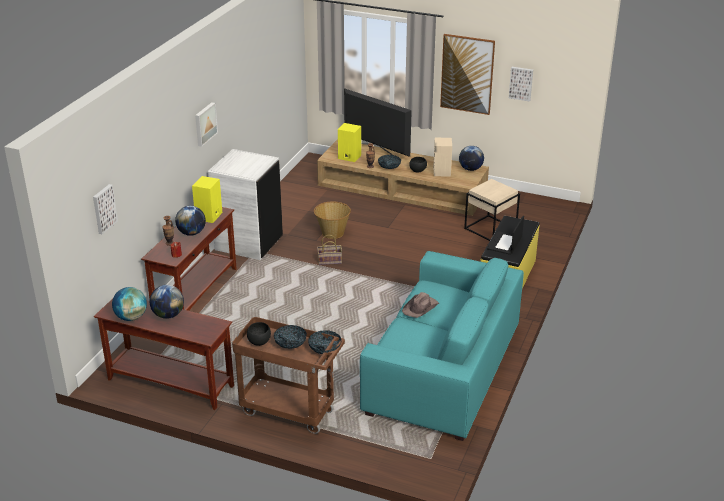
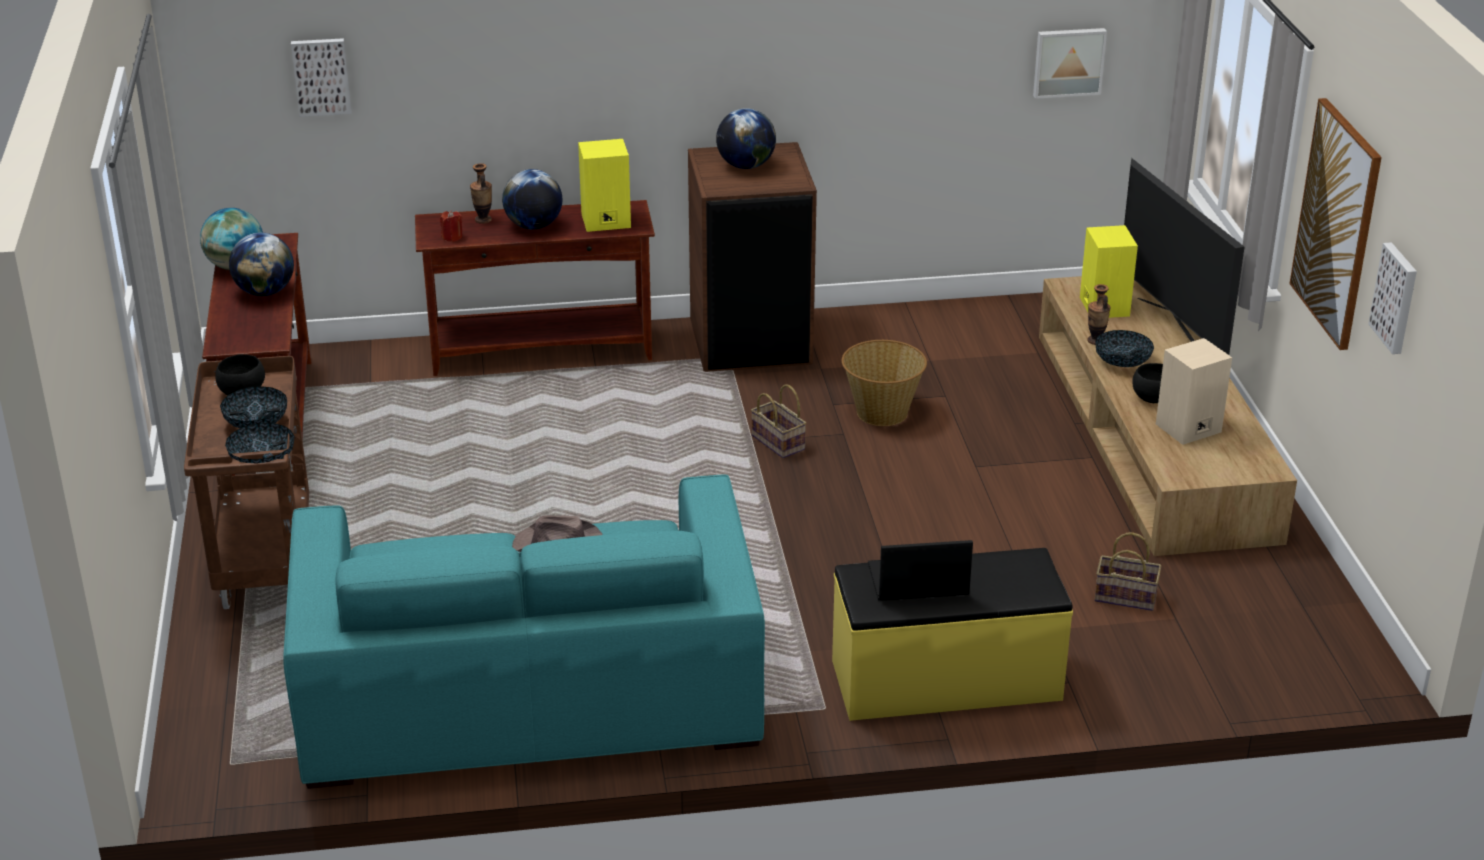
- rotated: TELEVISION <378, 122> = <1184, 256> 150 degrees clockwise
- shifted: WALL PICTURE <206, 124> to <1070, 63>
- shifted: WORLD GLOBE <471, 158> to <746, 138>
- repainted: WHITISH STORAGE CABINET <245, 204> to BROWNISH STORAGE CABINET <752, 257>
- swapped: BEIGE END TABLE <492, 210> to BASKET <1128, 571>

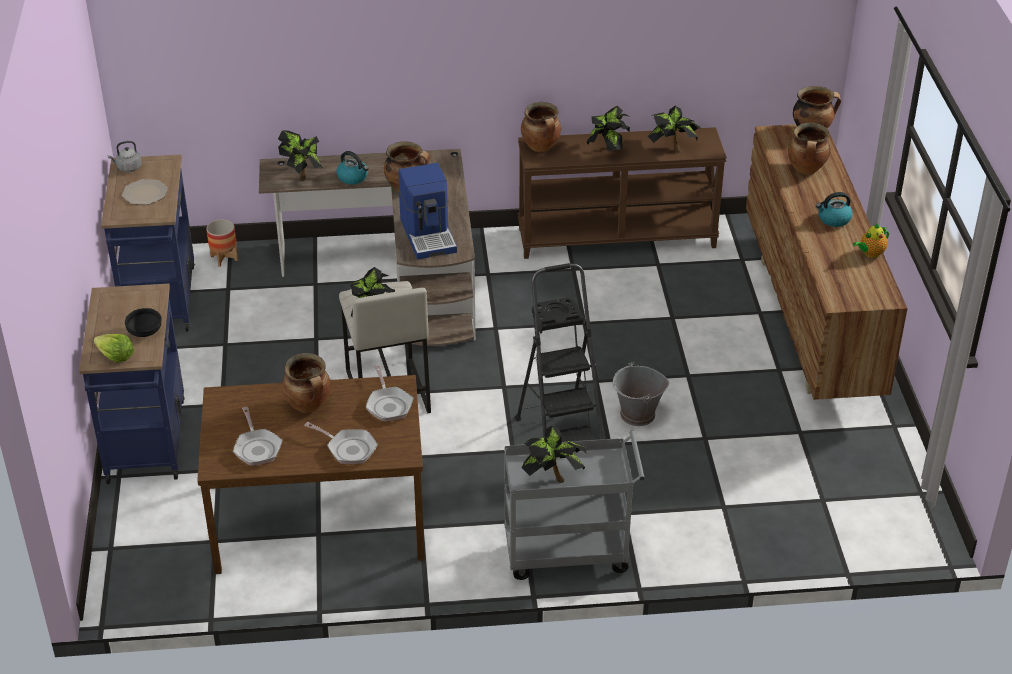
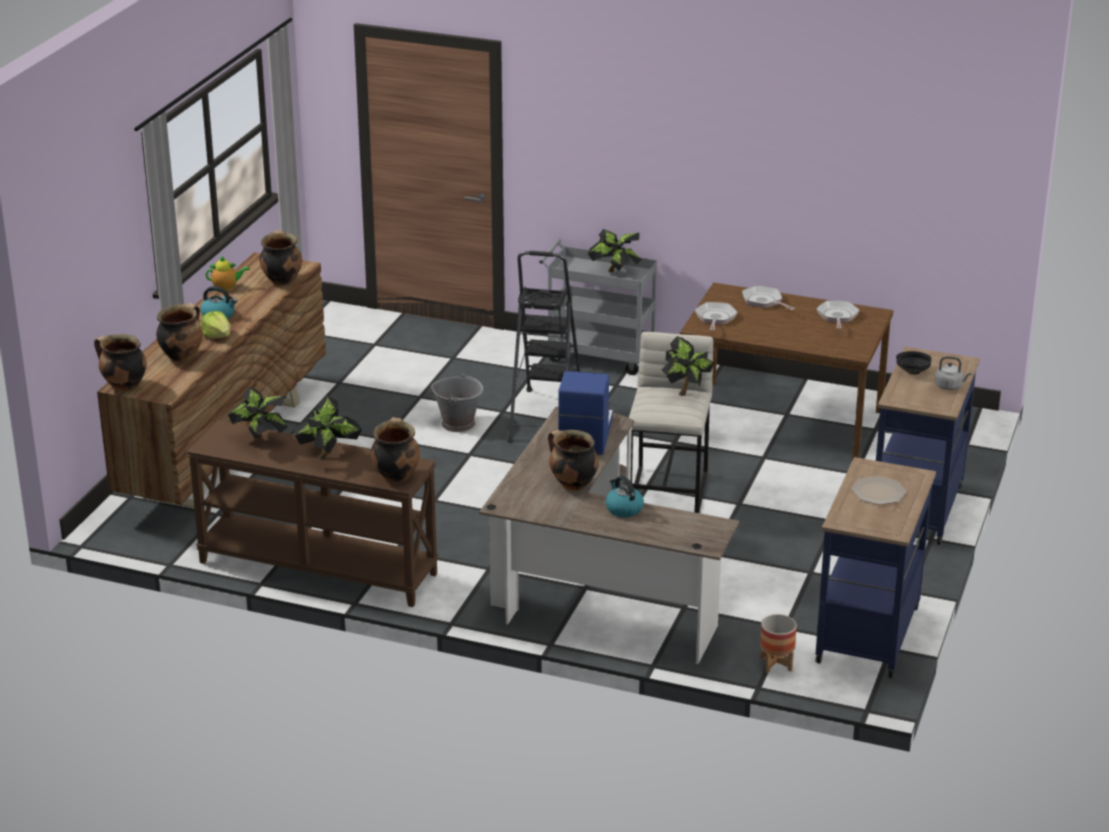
- gone: HOUSEPLANT <300, 155>
- shifted: GREYISH KETTLE <125, 156> to <953, 373>
- shifted: HEAD OF LETTUCE <113, 348> to <215, 324>
- shifted: STOCKPOT <306, 383> to <280, 258>

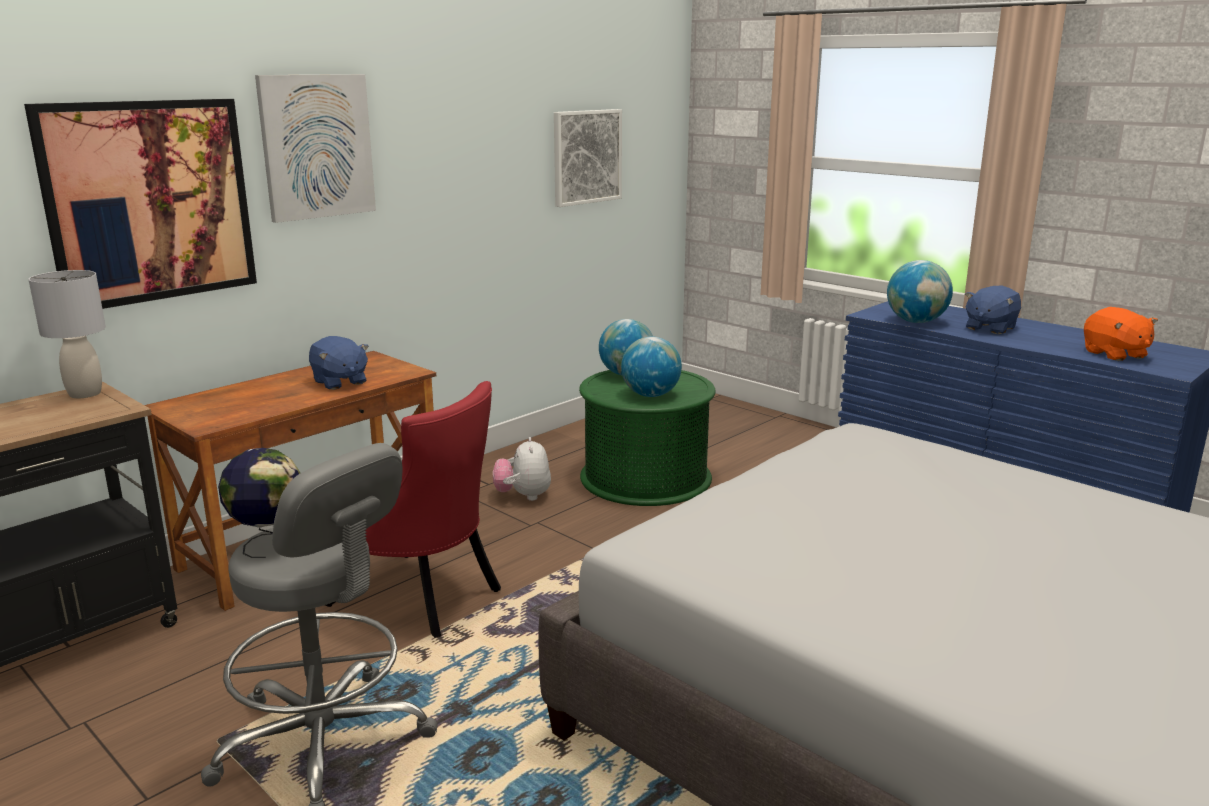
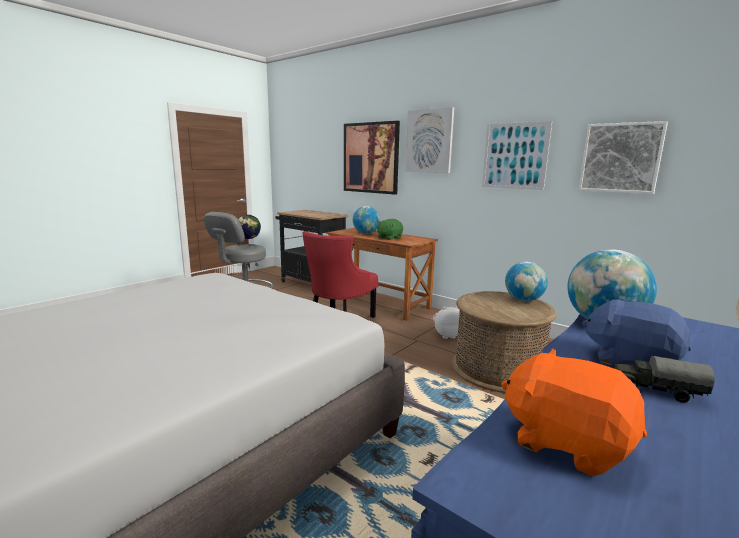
- gone: GREYISH TABLE LAMP <67, 334>
- rotated: ORANGEY PLUSH TOY <1121, 334> = <574, 412> 60 degrees clockwise
- repainted: BLUE-COLOURED PLUSH TOY <339, 363> to GREEN-COLOURED PLUSH TOY <390, 229>
- shifted: WORLD GLOBE <651, 366> to <366, 220>
- repainted: GREEN-COLOURED LOUNGE TABLE <647, 438> to BROWNISH LOUNGE TABLE <504, 342>
- new: WALL PICTURE <517, 155>
- new: TOY LORRY <664, 379>

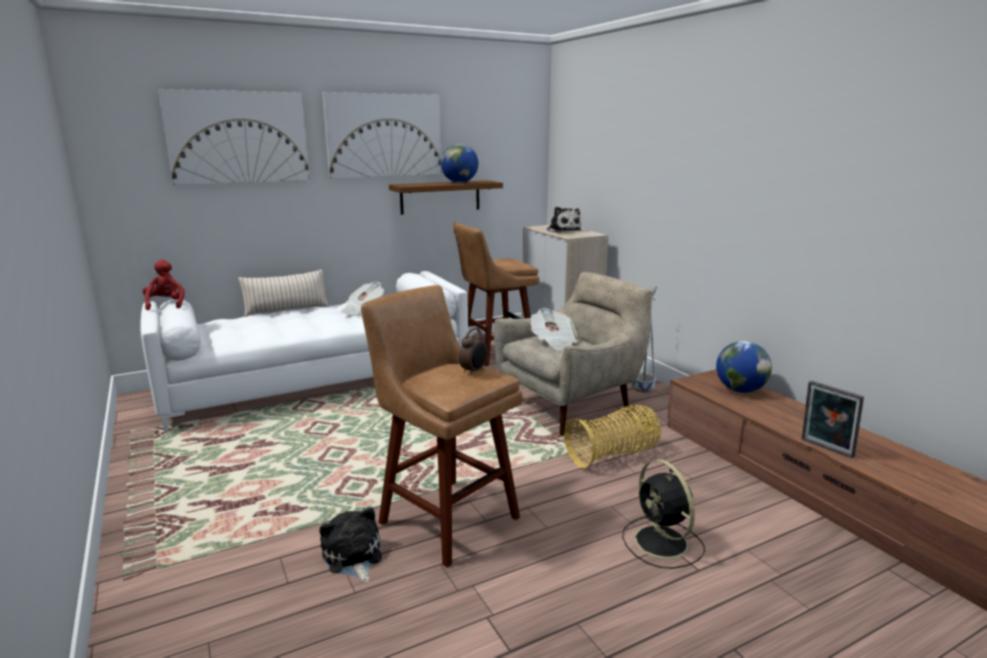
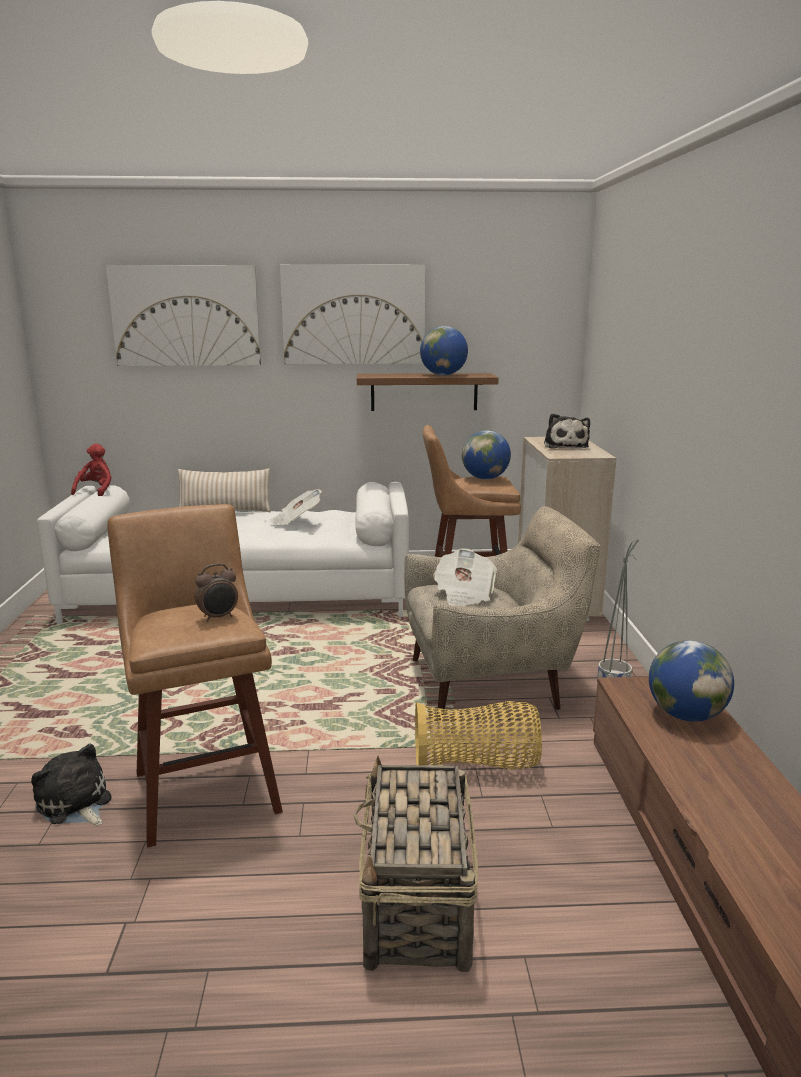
- gone: PHOTO FRAME <833, 419>
- swapped: BLACKISH FAN <663, 514> to BASKET <415, 864>
- rotated: PLUSH TOY <350, 545> = <71, 784> 45 degrees counterclockwise
- new: WORLD GLOBE <486, 454>

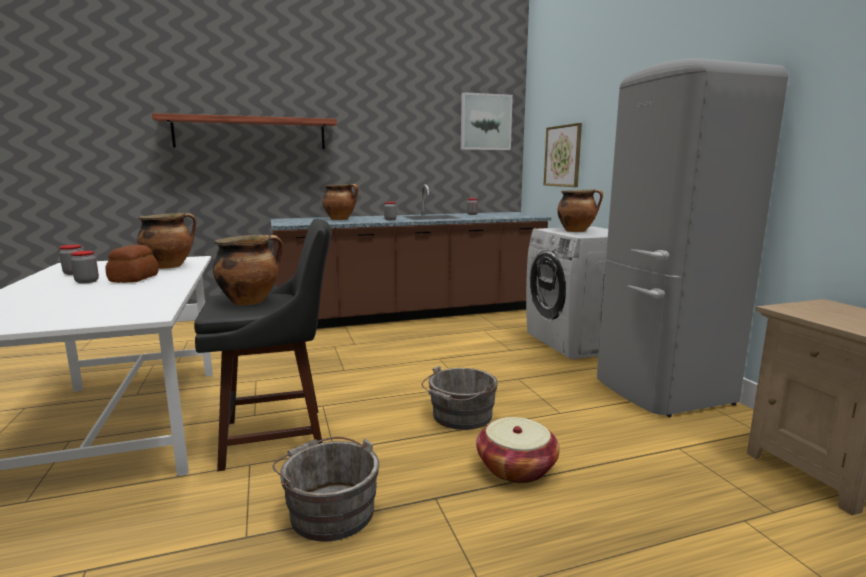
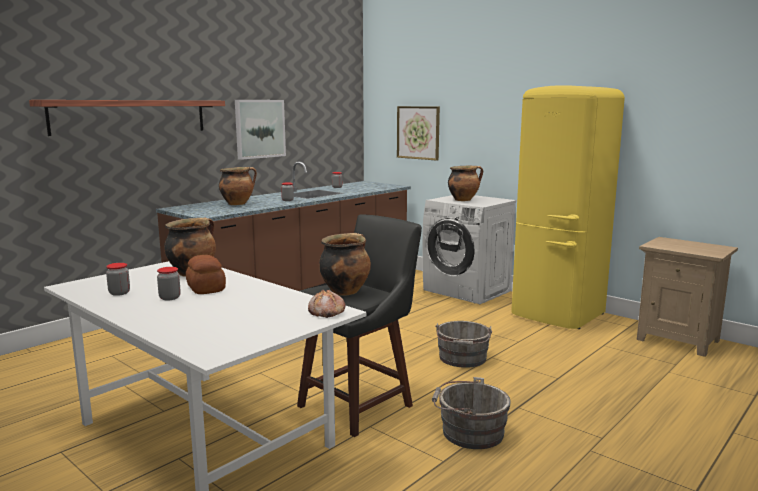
- repainted: GREYISH FRIDGE <692, 237> to YELLOW-COLOURED FRIDGE <568, 207>
- shifted: WALL PICTURE <487, 121> to <260, 130>
- gone: BASKET <518, 450>
- new: BREAD <326, 303>

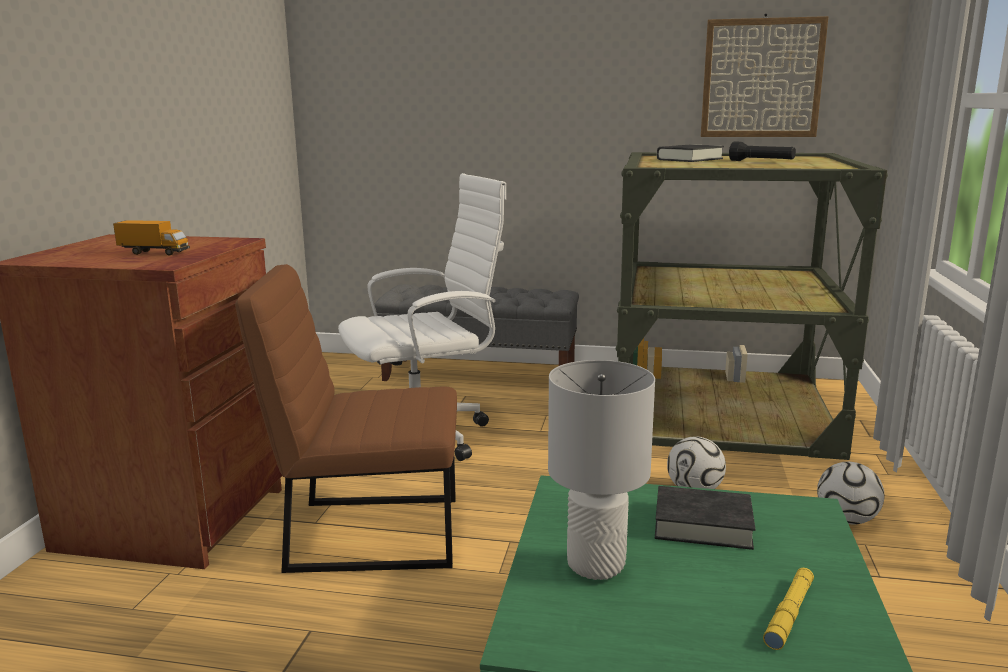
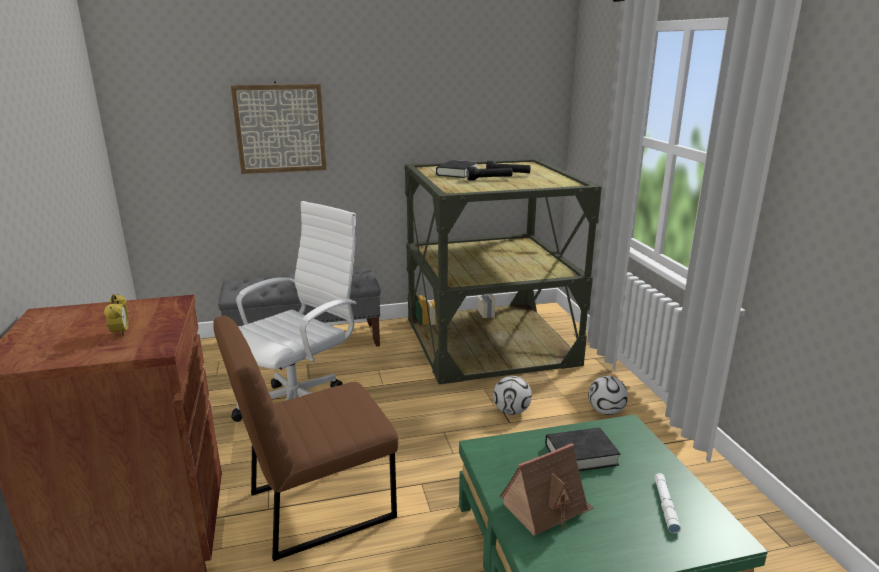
- shifted: WALL PICTURE <764, 75> to <279, 127>
- swapped: TOY LORRY <151, 238> to BEDSIDE CLOCK <116, 315>
- swapped: GREYISH TABLE LAMP <601, 470> to MODEL HOUSE <547, 489>
- repainted: YELLOW-COLOURED HAND TORCH <788, 609> to WHITISH HAND TORCH <667, 503>
- new: BLACKISH HAND TORCH <490, 173>

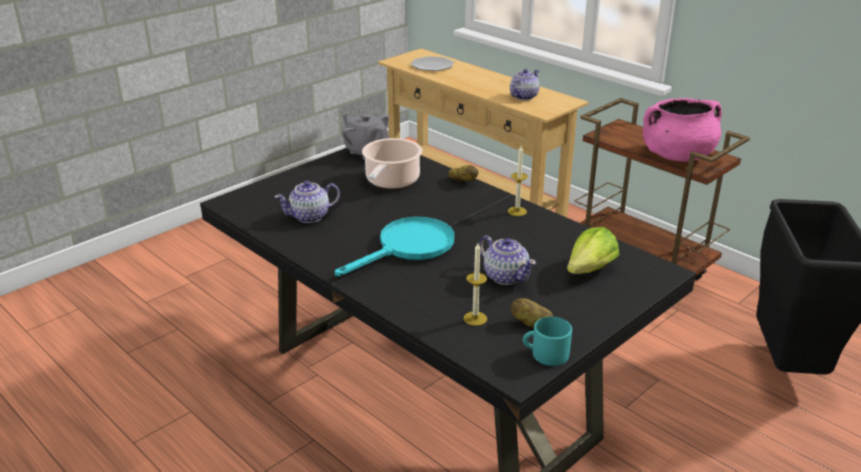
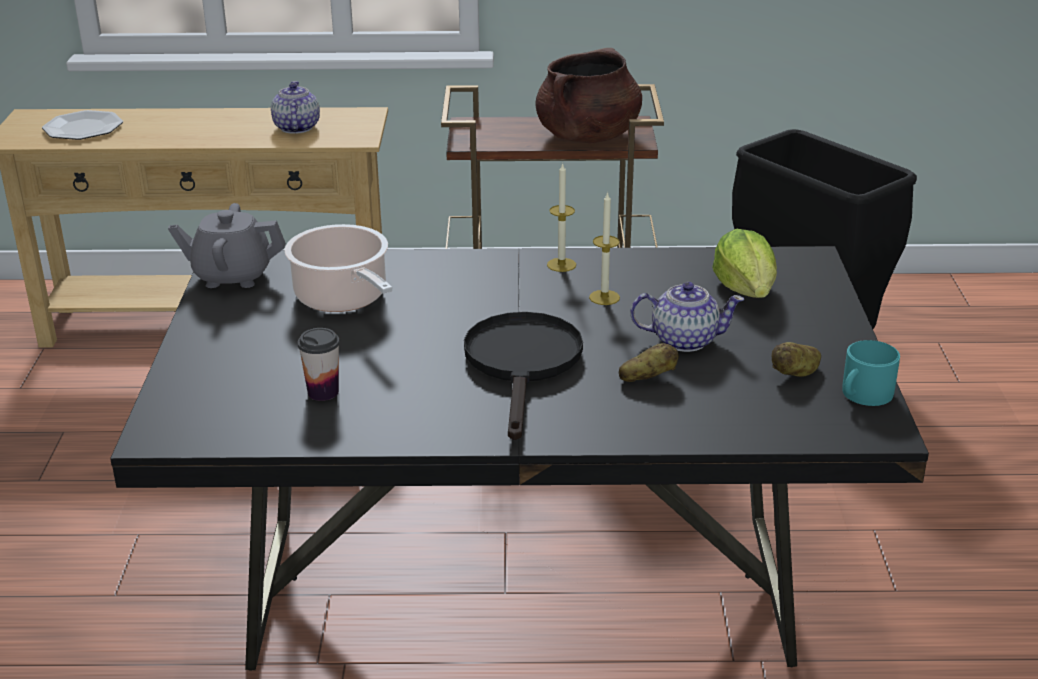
- repainted: PINK-COLOURED STOCKPOT <682, 130> to BROWNISH STOCKPOT <589, 95>
- shifted: WHOLE POTATO <463, 173> to <649, 362>
- swapped: TEA POT <307, 202> to CUP <319, 364>
- repainted: TURQUOISE-COLOURED PAN <394, 246> to BLACKISH PAN <523, 376>
- shifted: WAX CANDLE <475, 284> to <604, 248>

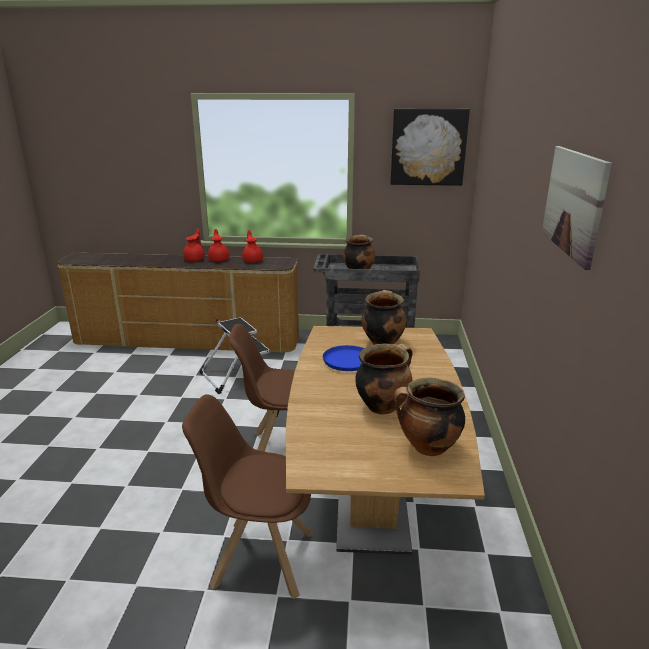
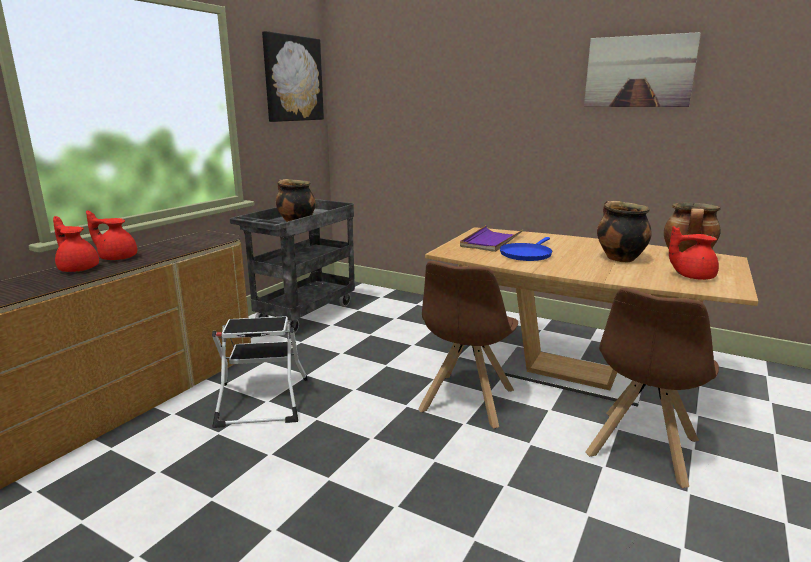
- shifted: RED TEA POT <252, 246> to <694, 253>
- swapped: STOCKPOT <384, 317> to PURPLE SERVING TRAY <492, 238>

